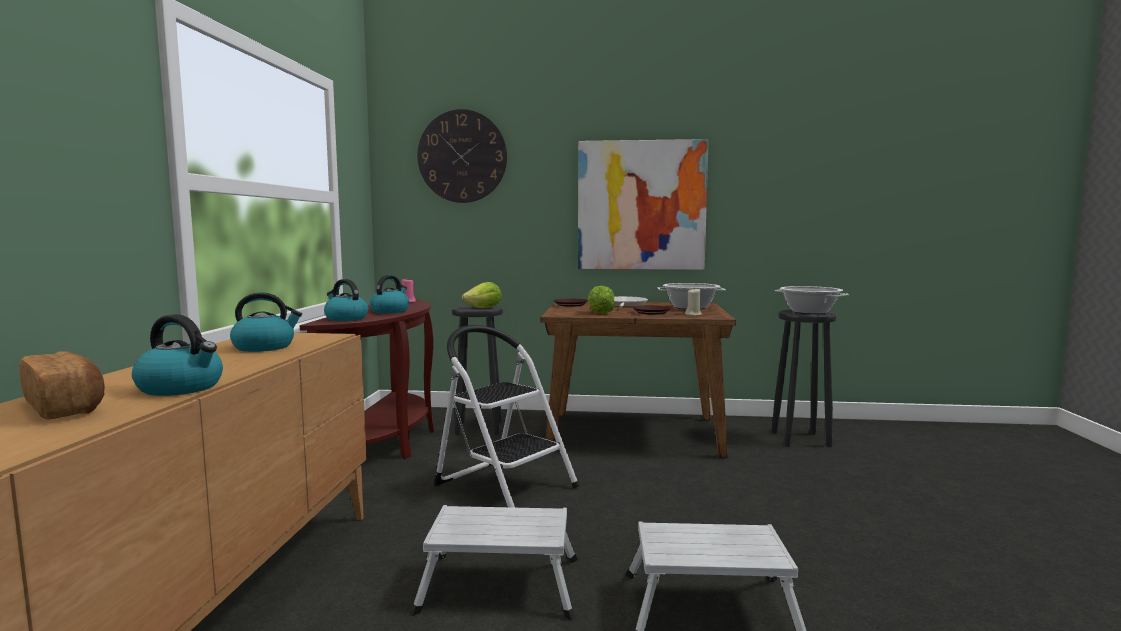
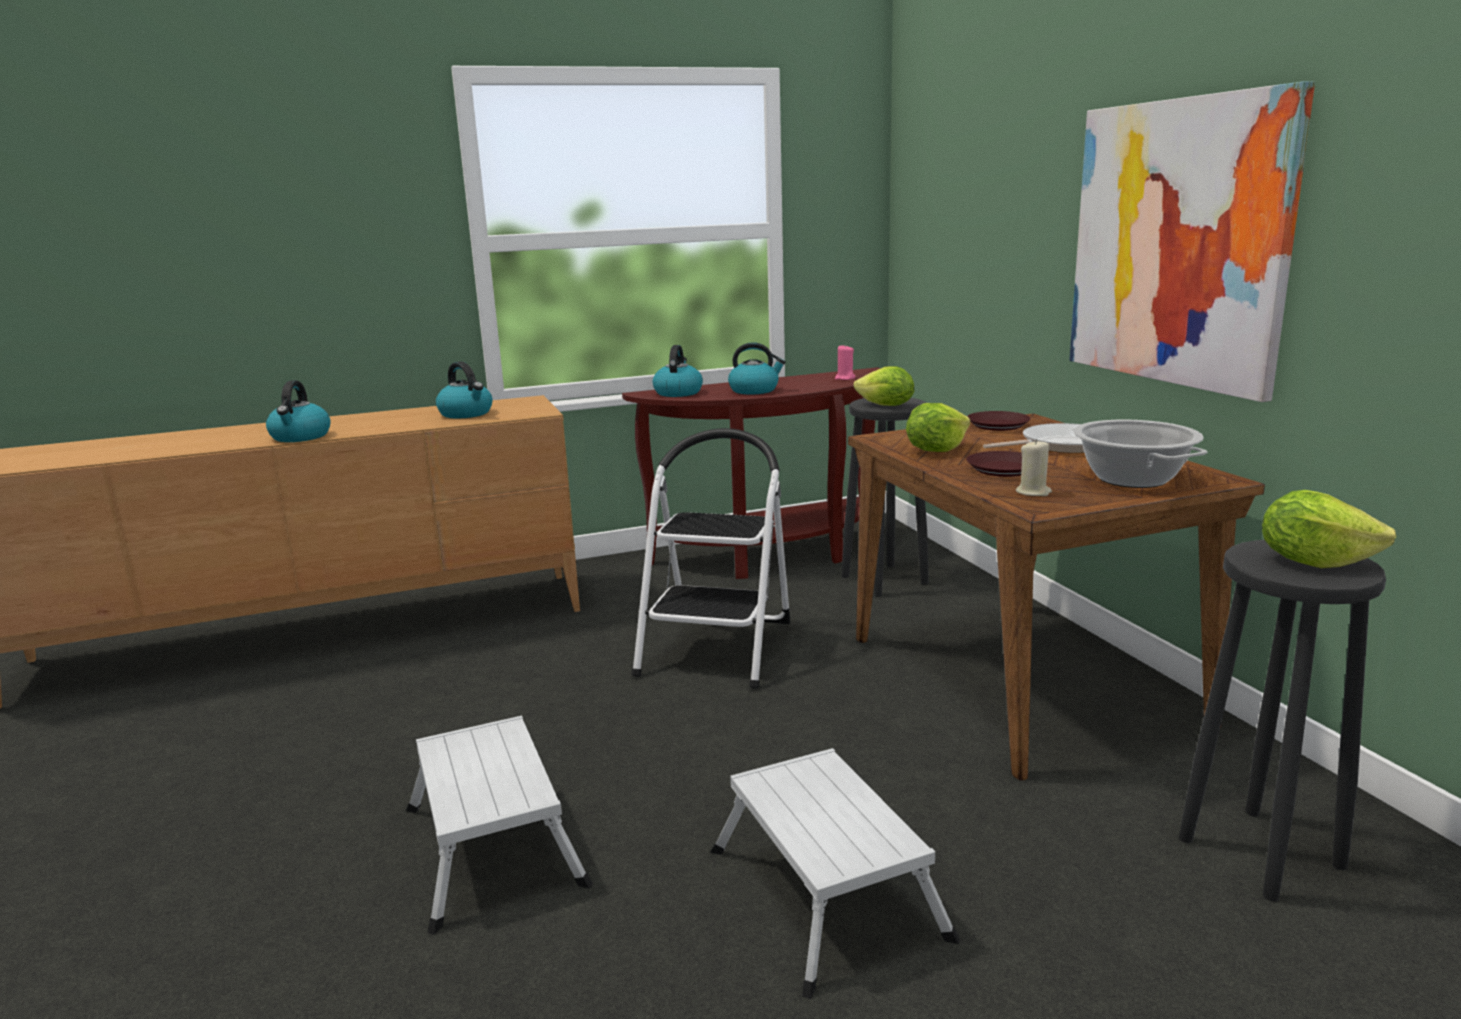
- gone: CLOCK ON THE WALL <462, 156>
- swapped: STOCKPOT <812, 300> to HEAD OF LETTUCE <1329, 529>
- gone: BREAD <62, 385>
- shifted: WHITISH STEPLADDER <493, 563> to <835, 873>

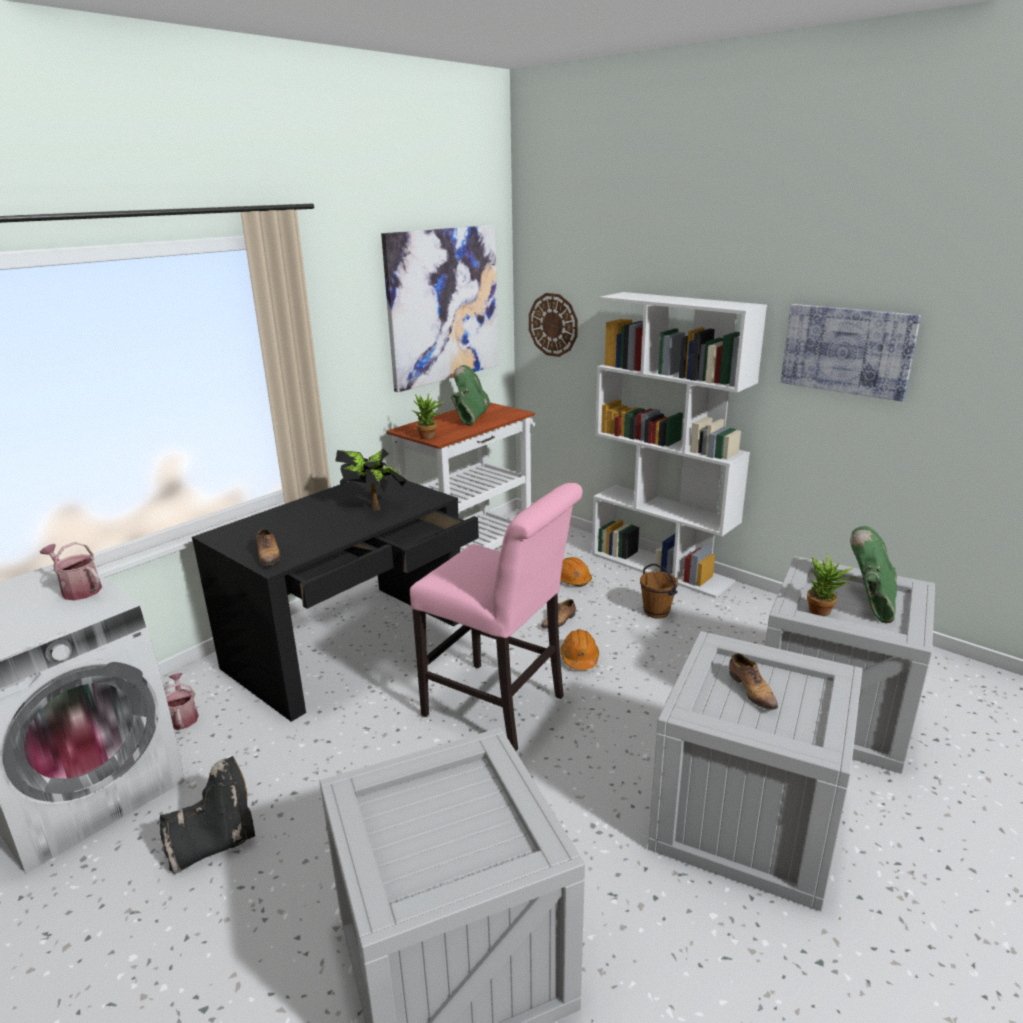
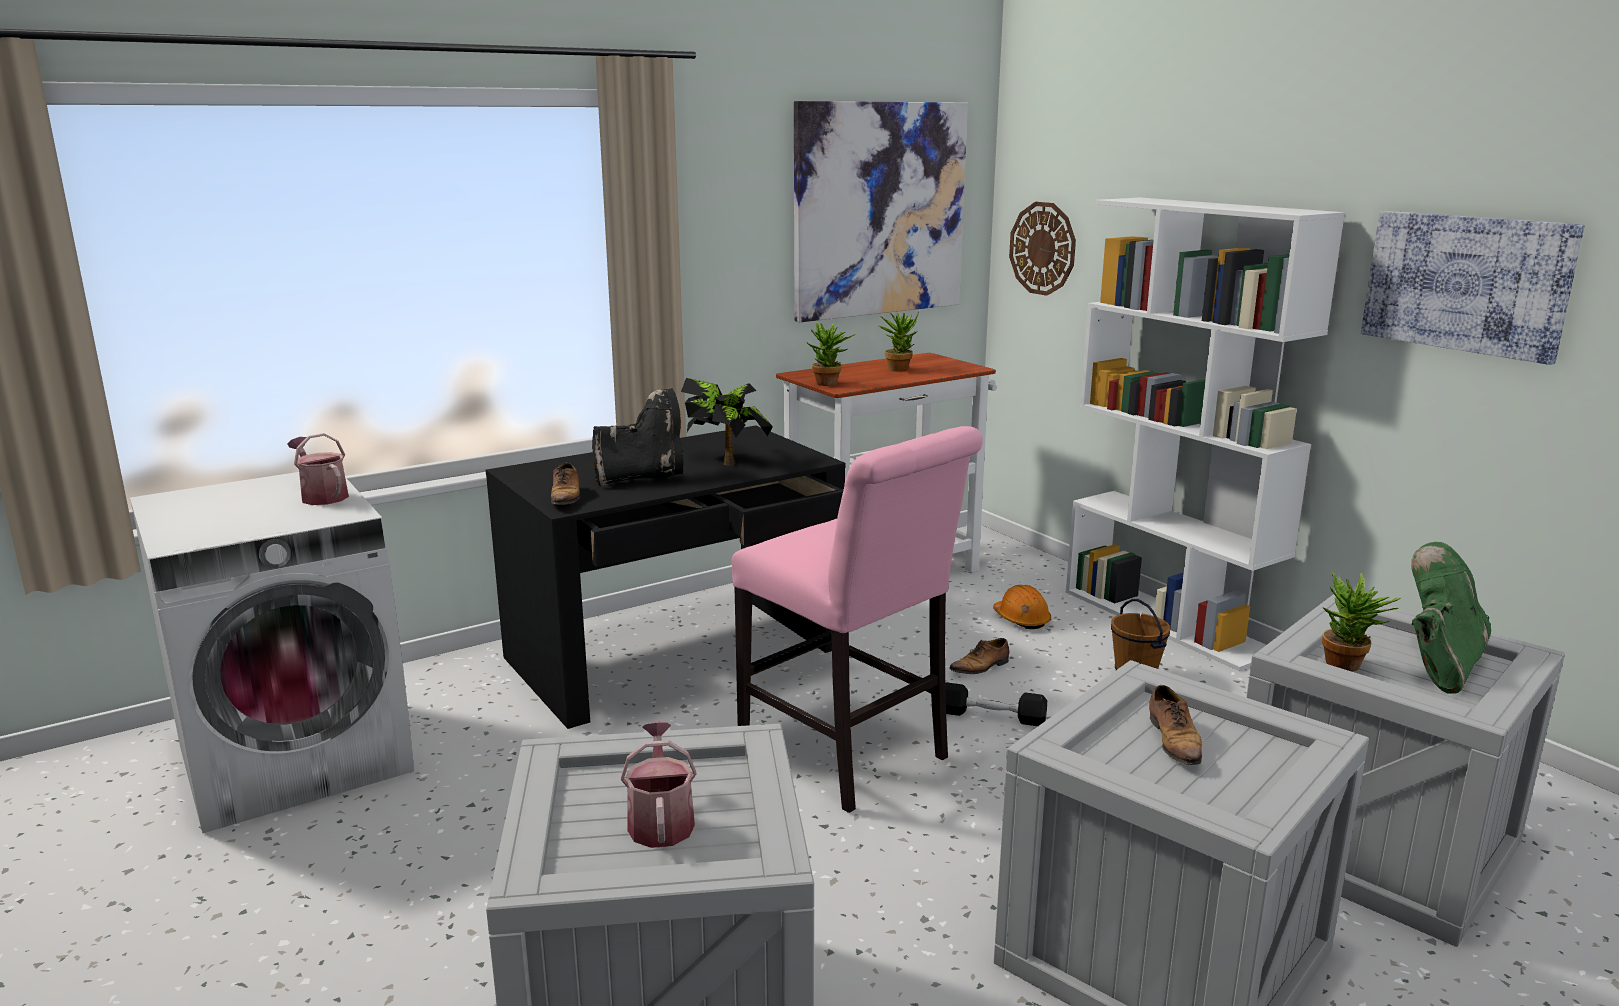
- swapped: GREEN-COLOURED HIGH-TOP BOOT <470, 395> to HOUSEPLANT <898, 341>
- swapped: ORANGEY WORK HELMET <580, 649> to BLACKISH DUMBBELL <996, 704>
- shifted: SPRINKLING CAN <182, 701> to <659, 785>
- shifted: BLACKISH HIGH-TOP BOOT <207, 815> to <637, 437>

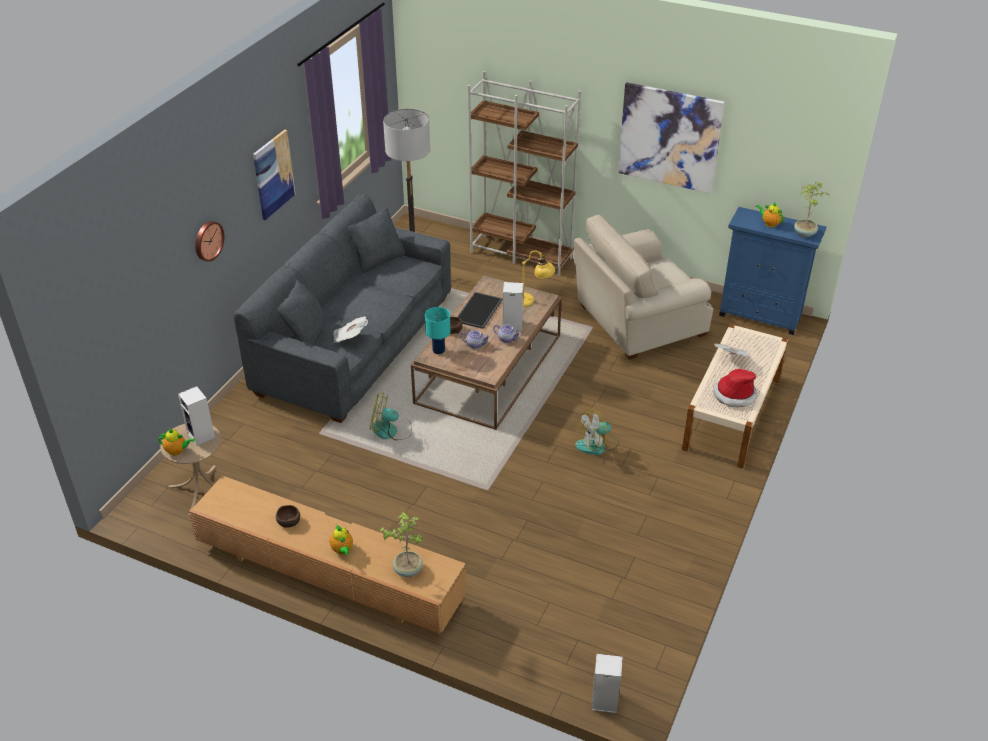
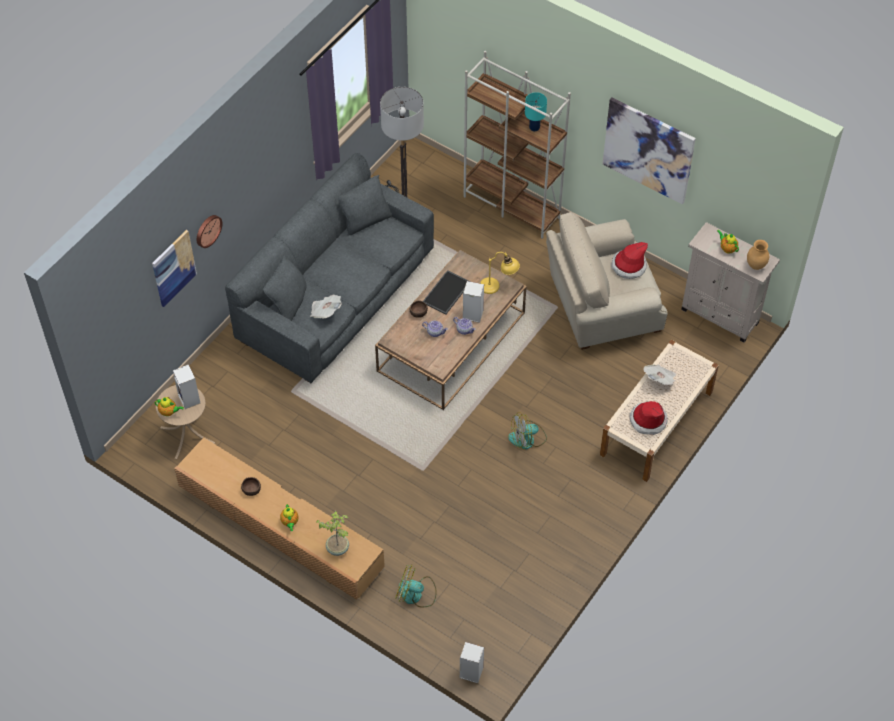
- shifted: WALL PICTURE <274, 175> to <174, 268>
- swapped: HOUSEPLANT <811, 210> to BROWNISH FLOWER VASE <758, 255>
- repainted: BLUE-COLOURED STORAGE CABINET <772, 271> to BEIGE STORAGE CABINET <730, 282>
- shifted: TURQUOISE-COLOURED TABLE LAMP <437, 330> to <536, 111>
- shifted: FAN <391, 416> to <416, 586>
- new: HAT <630, 260>

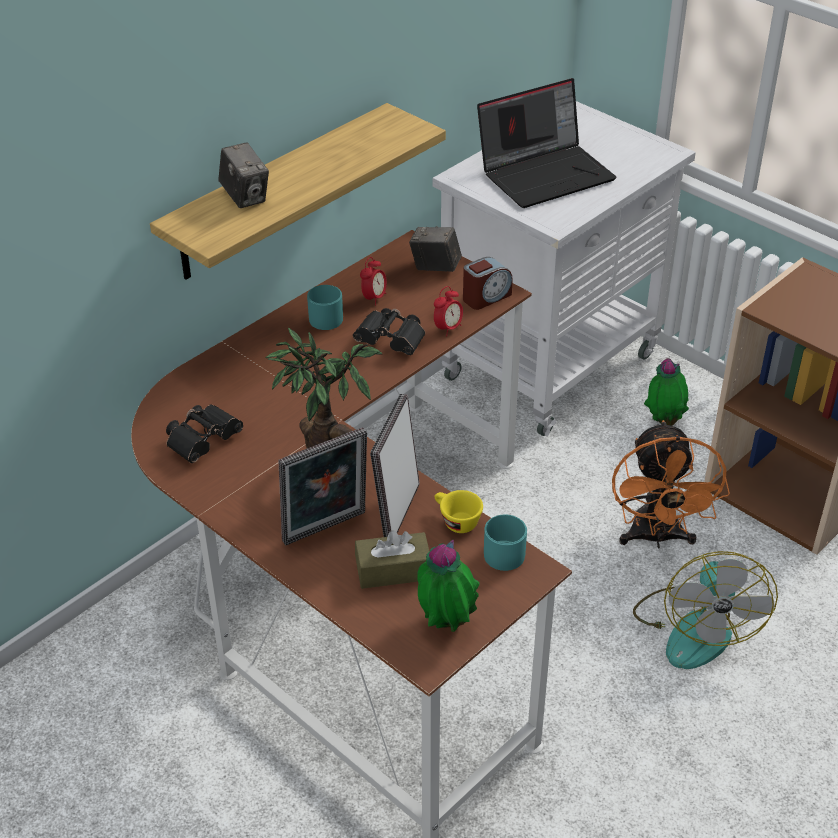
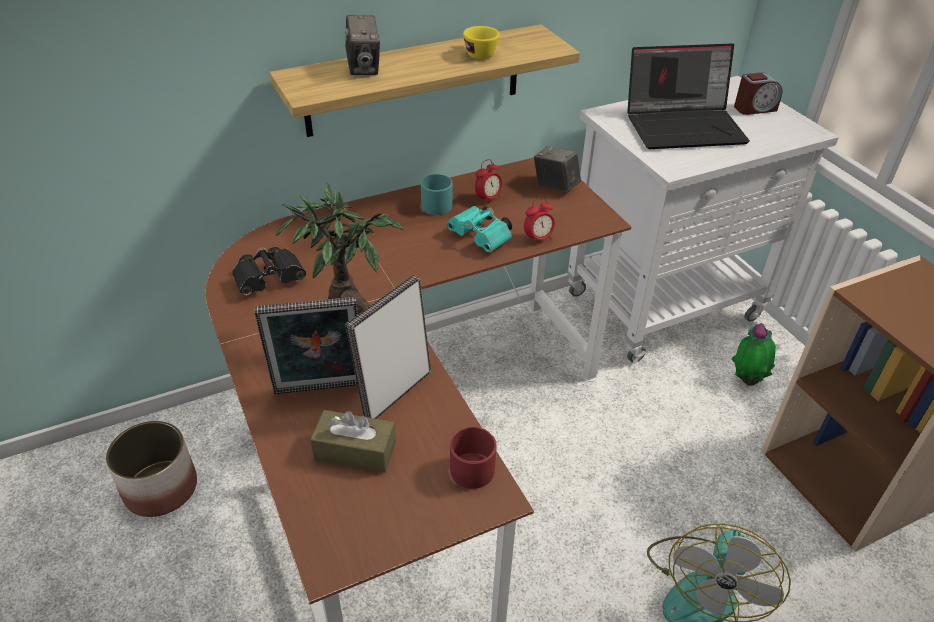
- shifted: BEDSIDE CLOCK <488, 283> to <758, 93>
- repainted: BLACKISH BINOCULARS <389, 331> to TURQUOISE-COLOURED BINOCULARS <479, 229>
- gone: ORANGEY FAN <671, 484>
- shifted: YELLOW-COLOURED CUP <459, 511> to <481, 42>
- repainted: TURQUOISE-COLOURED TEA MUG <505, 543> to RED TEA MUG <473, 458>
- gone: HOUSEPLANT <448, 586>
- new: PLANT POT <151, 469>

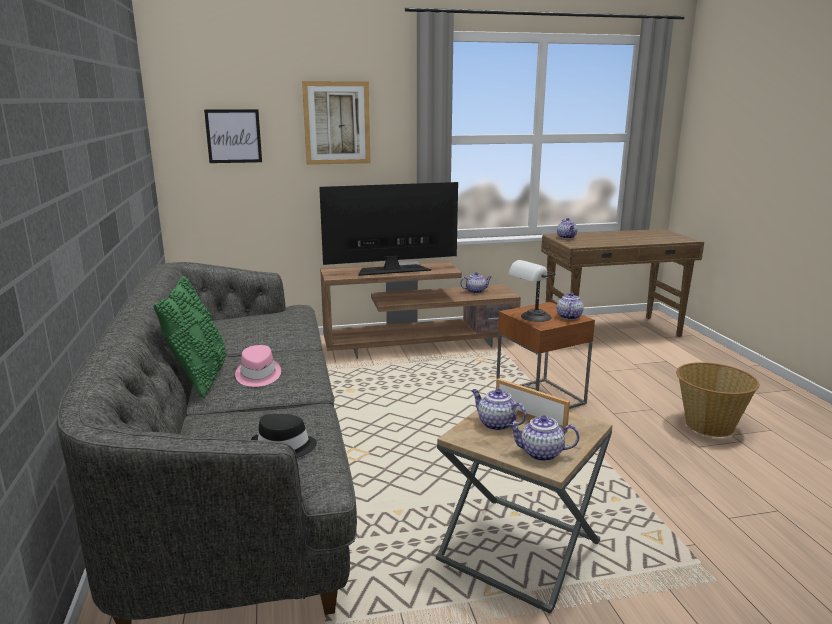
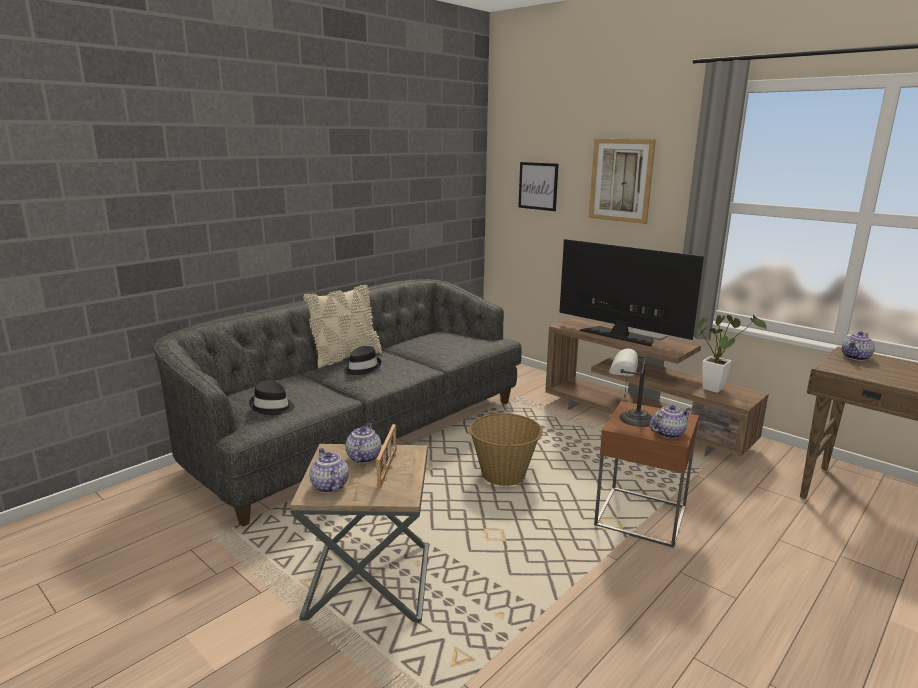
- swapped: TEA POT <476, 282> to HOUSEPLANT <731, 354>
- repainted: GREEN-COLOURED CUSHION <189, 337> to BEIGE CUSHION <342, 326>
- repainted: PINK-COLOURED HAT <258, 366> to BLACKISH HAT <362, 360>
- shifted: BASKET <717, 399> to <506, 449>

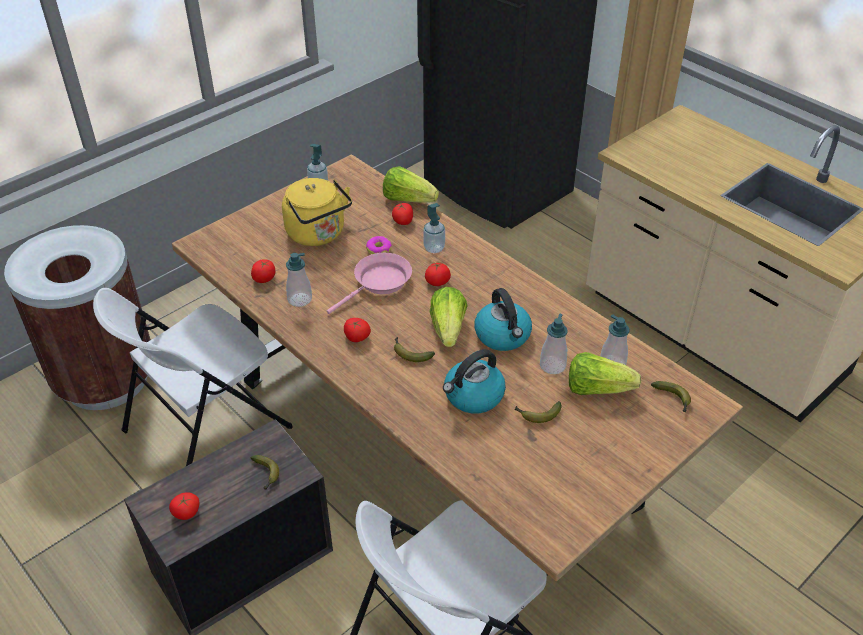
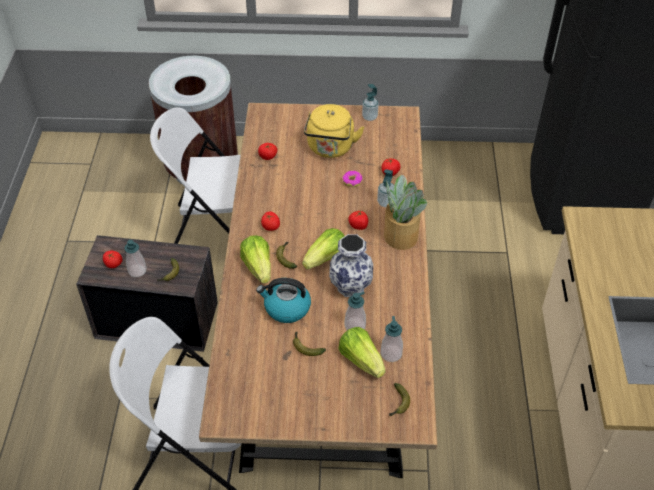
- shifted: HEAD OF LETTUCE <411, 184> to <255, 259>
- shifted: LIQUID SOAP BOTTLE <299, 280> to <136, 258>
- gone: PINK-COLOURED PAN <369, 283>
- swapped: KETTLE <503, 319> to FLOWER VASE <351, 265>
- new: HOUSEPLANT <405, 212>

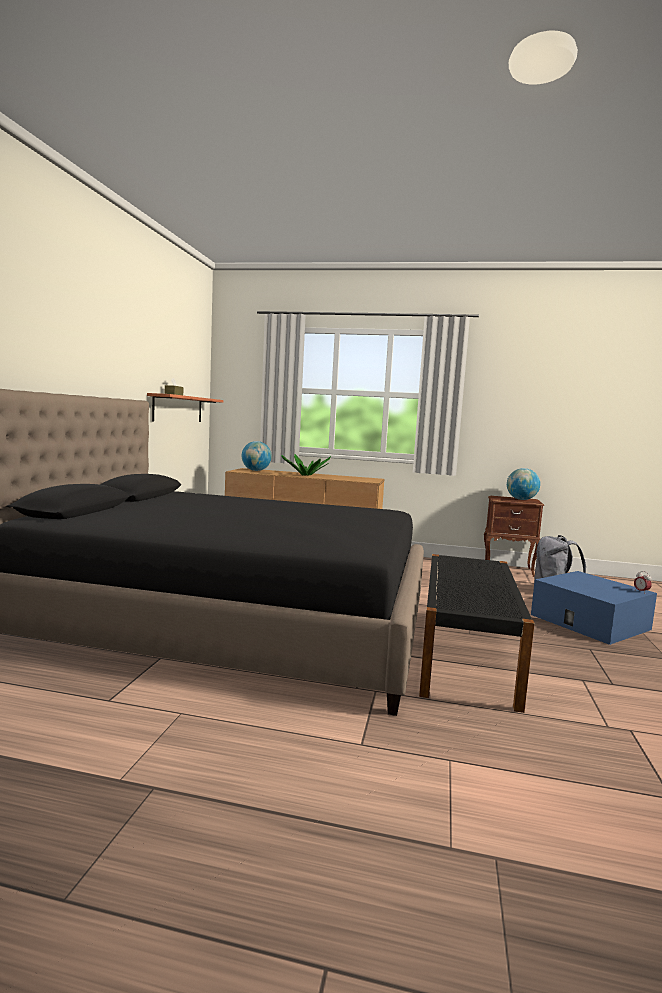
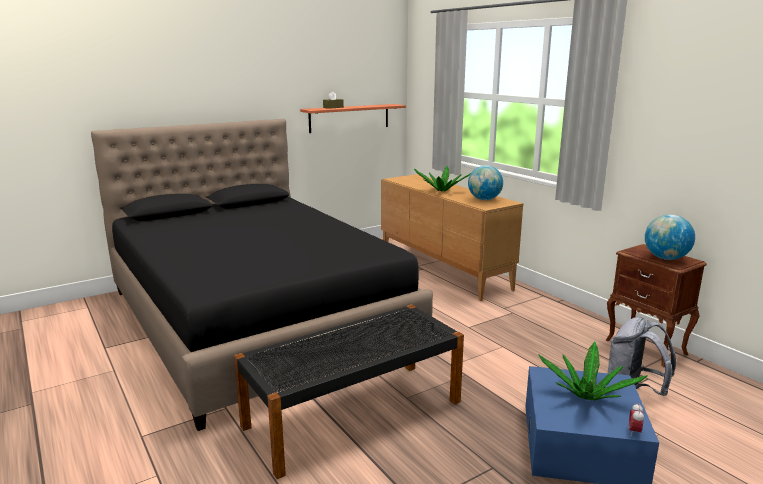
- shifted: WORLD GLOBE <257, 456> to <485, 182>
- new: HOUSEPLANT <593, 371>

